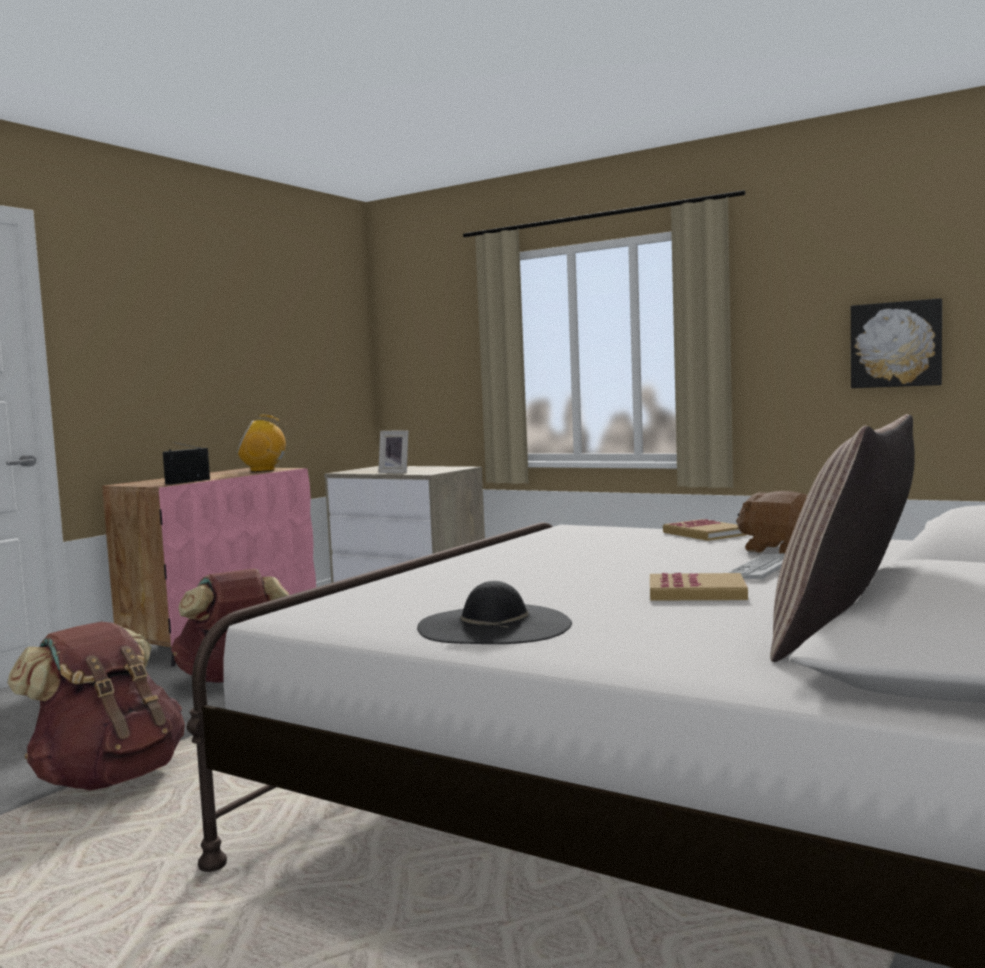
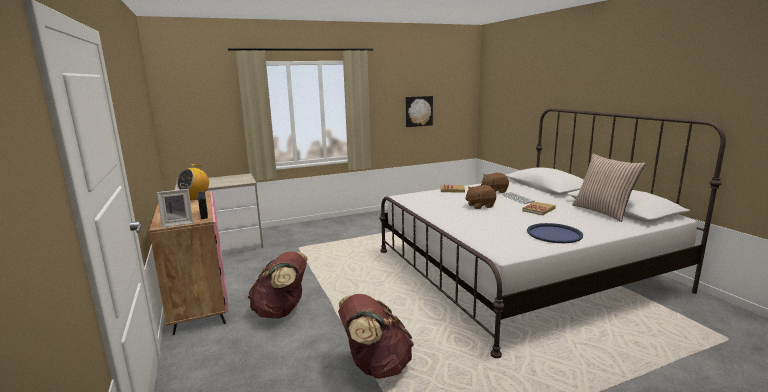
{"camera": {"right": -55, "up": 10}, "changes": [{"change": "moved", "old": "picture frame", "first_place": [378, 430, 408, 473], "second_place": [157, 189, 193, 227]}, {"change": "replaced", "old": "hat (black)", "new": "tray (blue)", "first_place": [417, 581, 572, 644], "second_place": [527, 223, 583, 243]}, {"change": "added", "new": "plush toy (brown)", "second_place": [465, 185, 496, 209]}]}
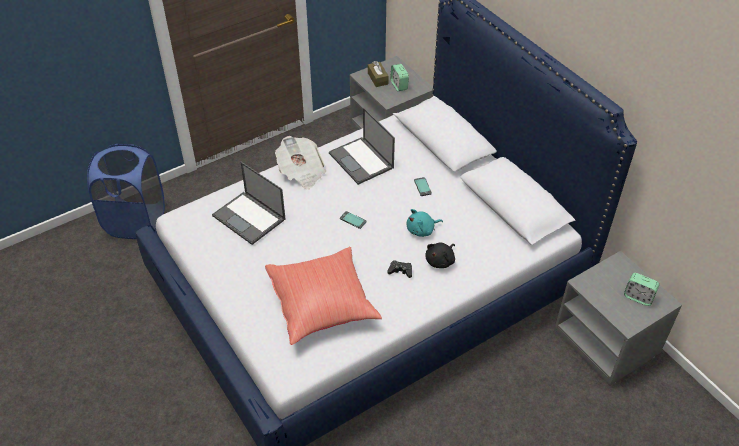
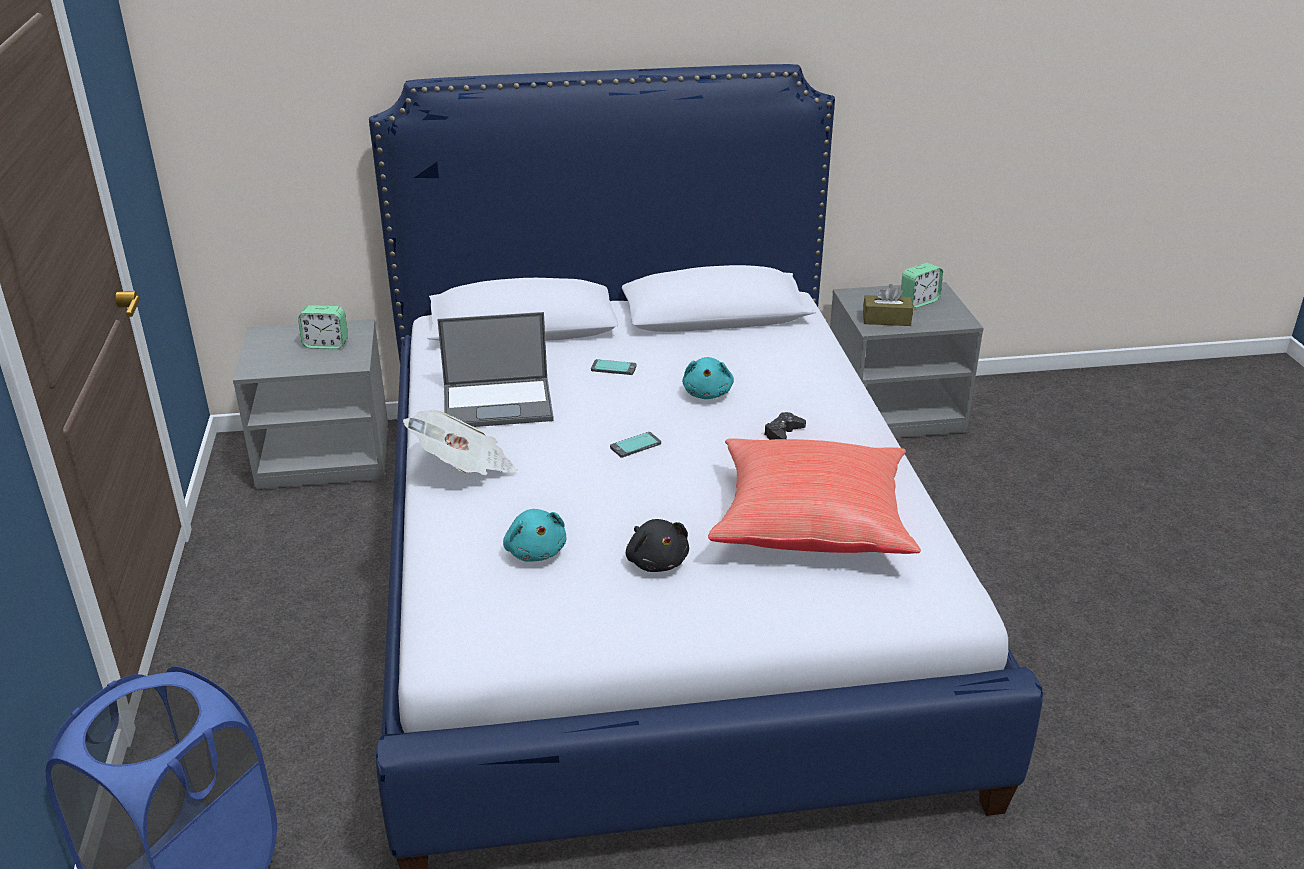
{"camera": {"right": -65, "up": -15}, "changes": [{"change": "moved", "old": "tissue box (brown)", "first_place": [368, 61, 389, 87], "second_place": [863, 284, 913, 326]}, {"change": "replaced", "old": "laptop", "new": "plush toy (turquoise)", "first_place": [212, 162, 286, 245], "second_place": [503, 509, 566, 562]}, {"change": "moved", "old": "plush toy (black)", "first_place": [425, 243, 455, 268], "second_place": [626, 519, 689, 572]}]}
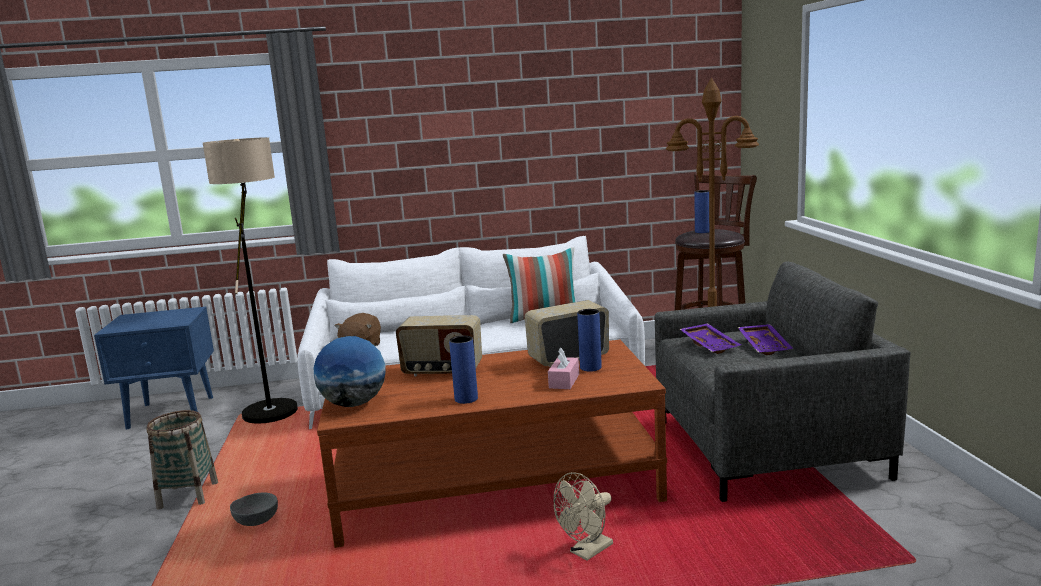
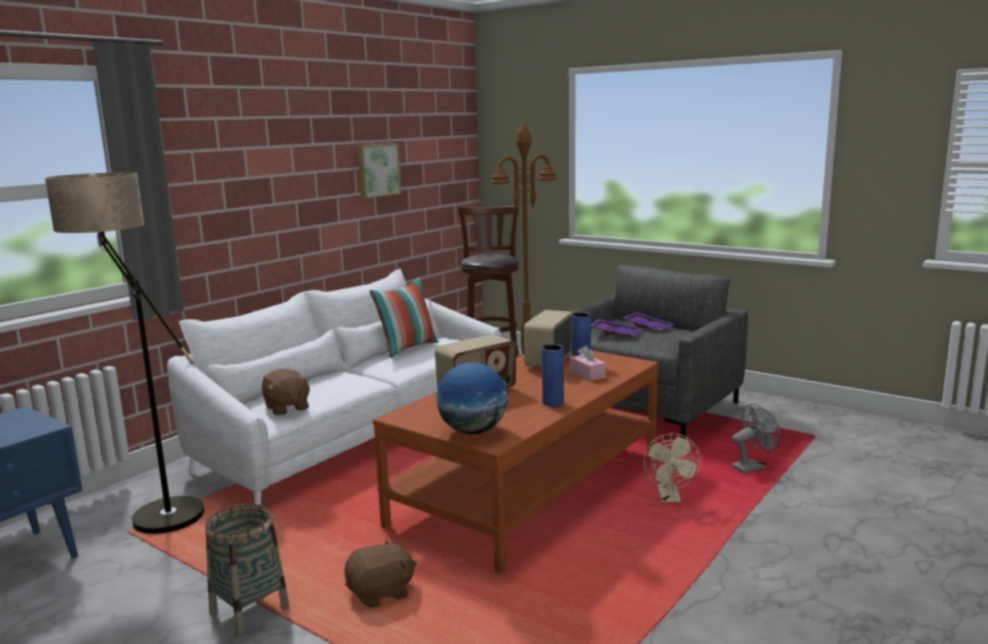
{"camera": {"right": -45, "up": 0}, "changes": [{"change": "removed", "old": "vase (blue)", "first_place": [694, 190, 709, 233]}, {"change": "replaced", "old": "bowl (grey)", "new": "plush toy (brown)", "first_place": [230, 493, 278, 526], "second_place": [344, 539, 416, 608]}, {"change": "added", "new": "picture", "second_place": [357, 143, 401, 199]}, {"change": "added", "new": "fan (grey)", "second_place": [731, 404, 780, 473]}]}
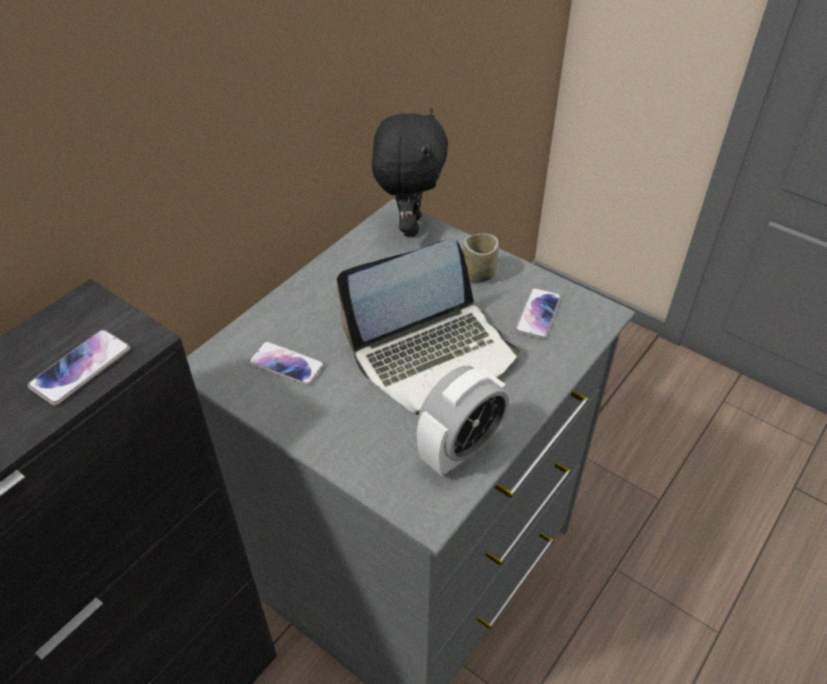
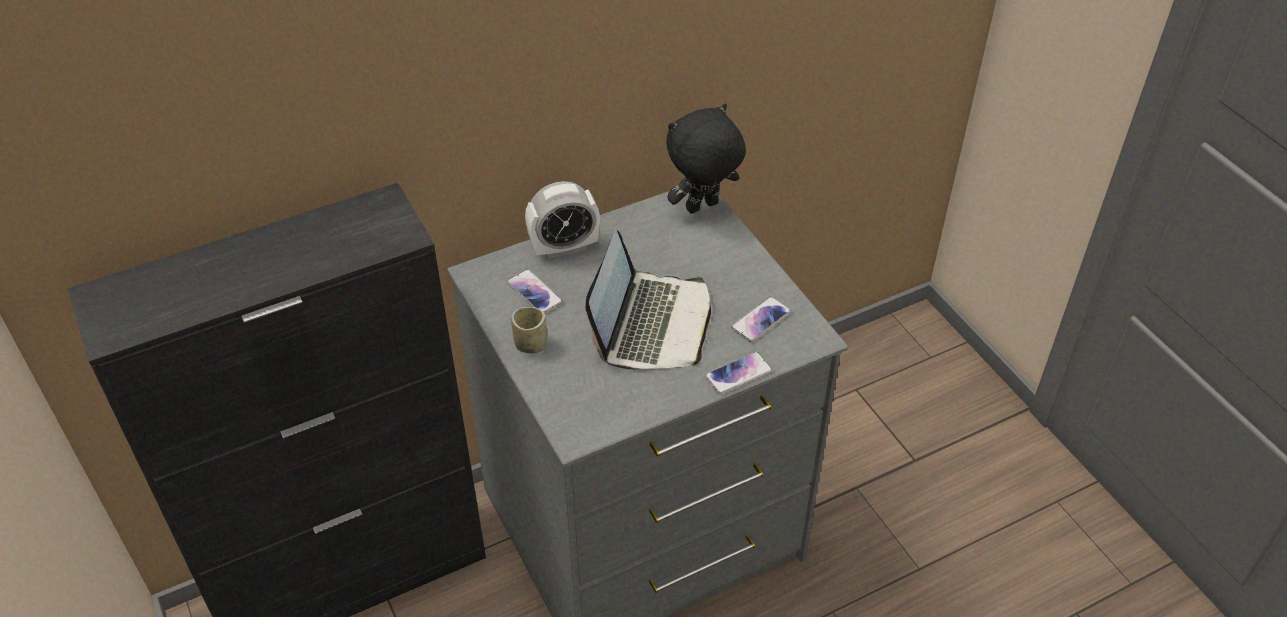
{"camera": {"right": 25, "up": 0}, "changes": [{"change": "turned", "old": "plush toy (black)", "first_place": [372, 108, 448, 237], "second_place": [666, 104, 746, 214], "degrees": -150}, {"change": "moved", "old": "cup", "first_place": [463, 234, 499, 283], "second_place": [511, 307, 547, 353]}, {"change": "turned", "old": "laptop", "first_place": [337, 239, 521, 415], "second_place": [586, 230, 711, 370], "degrees": -75}, {"change": "moved", "old": "phone", "first_place": [28, 330, 131, 406], "second_place": [705, 352, 772, 395]}, {"change": "moved", "old": "alarm clock", "first_place": [417, 366, 509, 476], "second_place": [525, 181, 600, 259]}]}
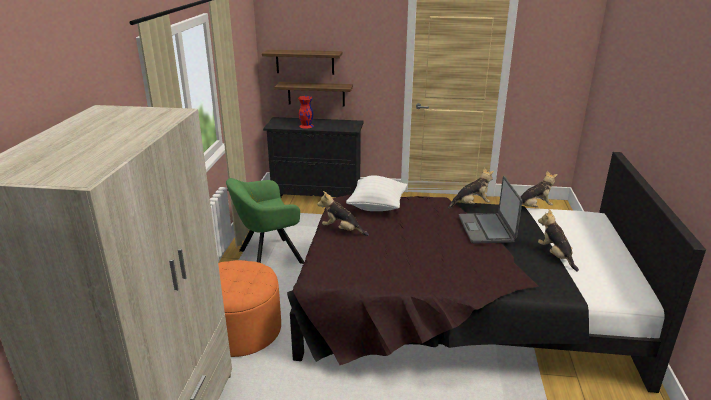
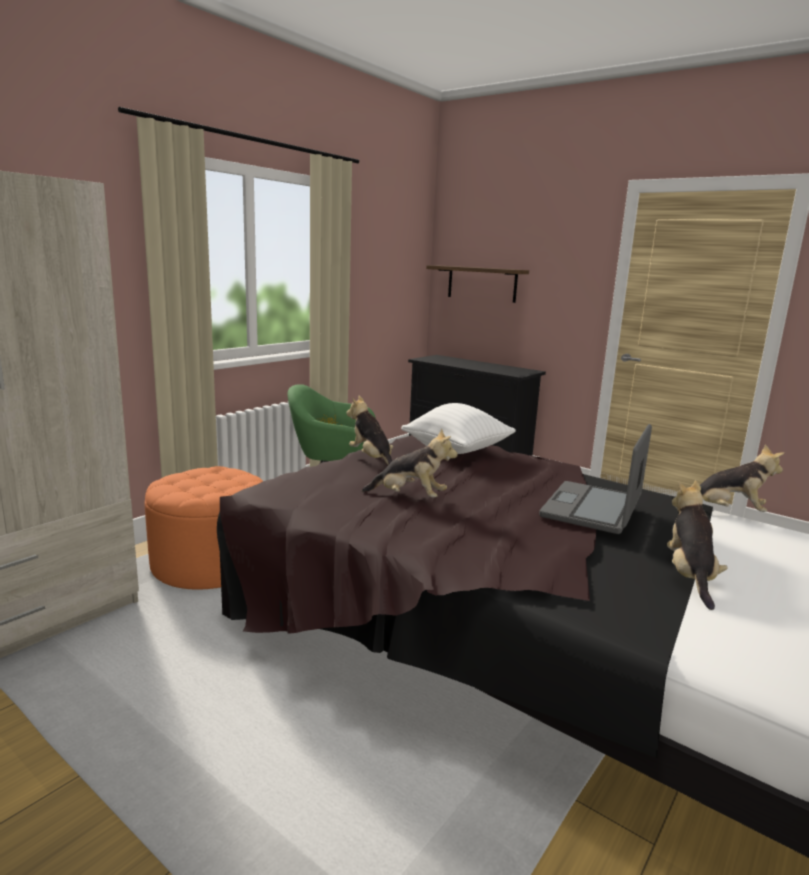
{"camera": {"right": 30, "up": -10}, "changes": [{"change": "removed", "old": "shelf", "first_place": [275, 82, 353, 107]}, {"change": "removed", "old": "vase (red)", "first_place": [298, 96, 314, 128]}, {"change": "moved", "old": "plush toy", "first_place": [448, 168, 494, 209], "second_place": [362, 428, 458, 498]}]}
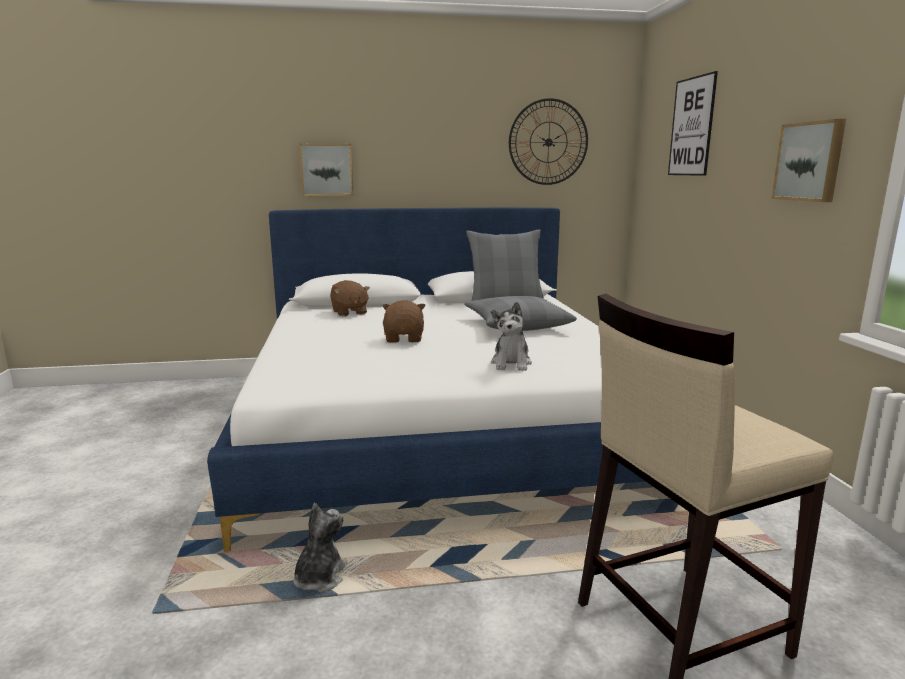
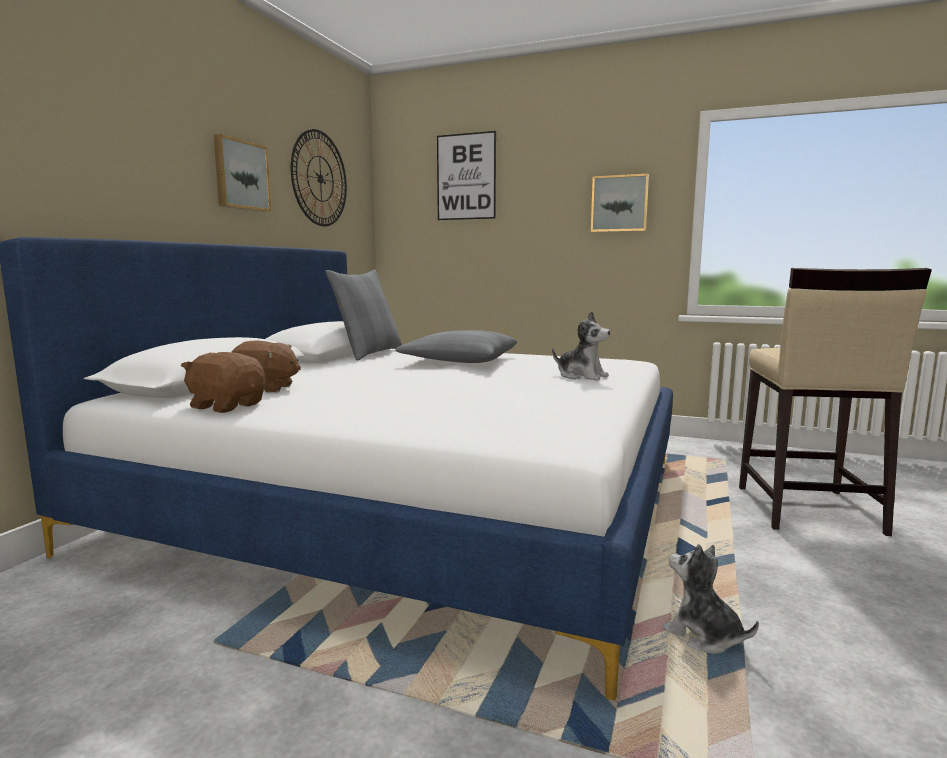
{"camera": {"right": -60, "up": -5}, "changes": [{"change": "moved", "old": "picture", "first_place": [299, 143, 354, 196], "second_place": [214, 134, 271, 212]}, {"change": "moved", "old": "plush toy (brown)", "first_place": [382, 300, 426, 343], "second_place": [181, 352, 265, 413]}]}
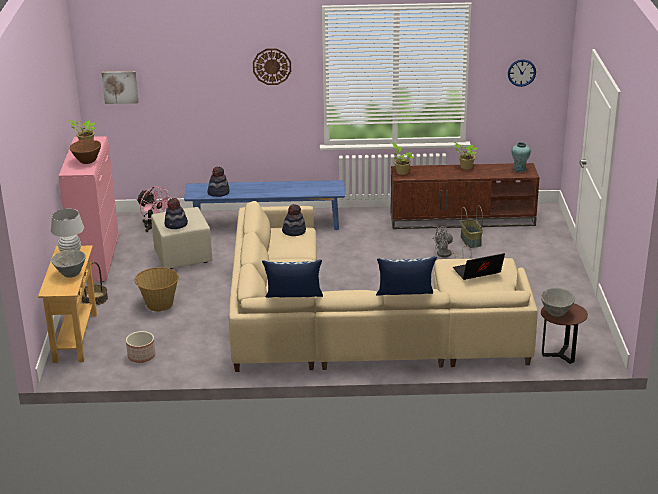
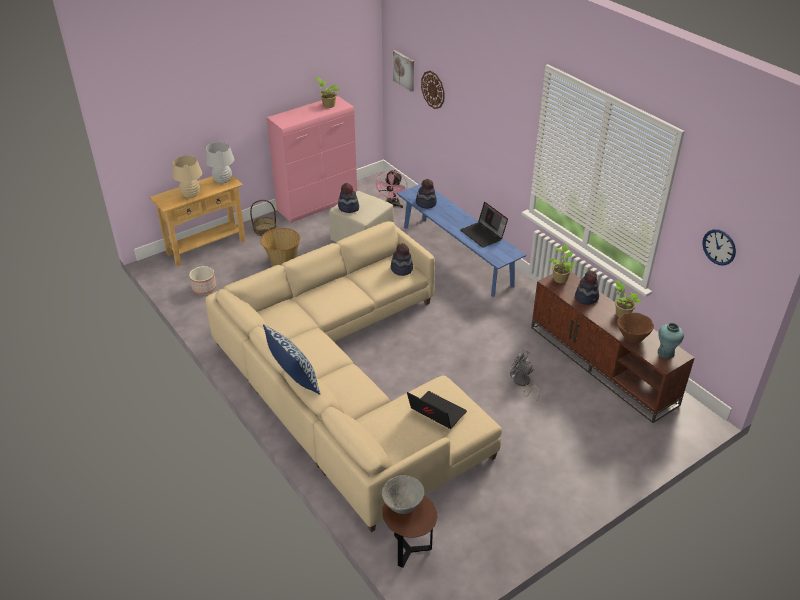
{"camera": {"right": 55, "up": 10}, "changes": [{"change": "moved", "old": "wall clock", "first_place": [253, 48, 291, 85], "second_place": [421, 71, 445, 109]}, {"change": "moved", "old": "bowl (brown)", "first_place": [70, 139, 101, 164], "second_place": [617, 313, 654, 343]}, {"change": "removed", "old": "basket", "first_place": [461, 205, 483, 248]}, {"change": "replaced", "old": "bowl (grey)", "new": "table lamp (beige)", "first_place": [51, 250, 86, 278], "second_place": [172, 155, 202, 198]}, {"change": "removed", "old": "pillow", "first_place": [262, 259, 323, 298]}, {"change": "added", "new": "laptop", "second_place": [460, 202, 508, 248]}, {"change": "added", "new": "hat", "second_place": [575, 270, 599, 305]}]}
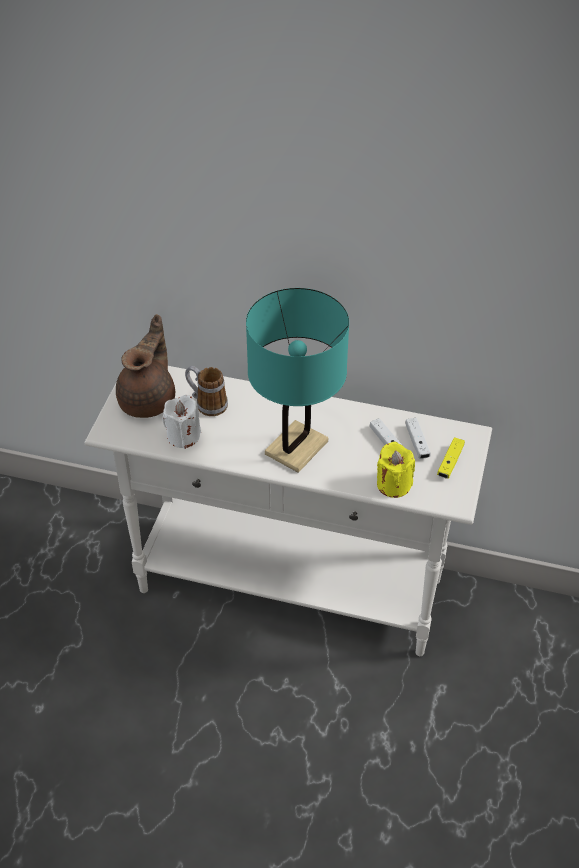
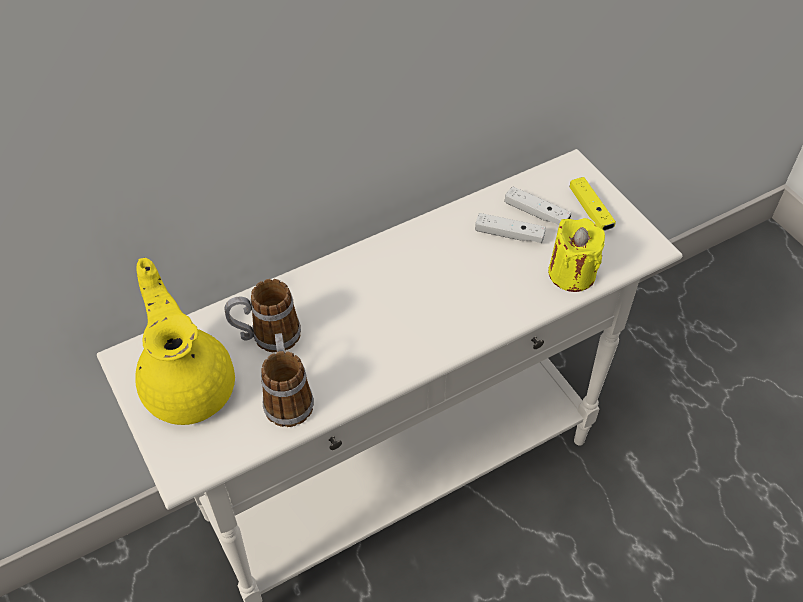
{"camera": {"right": -45, "up": 5}, "changes": [{"change": "removed", "old": "table lamp (turquoise)", "first_place": [246, 288, 349, 473]}, {"change": "recoloured", "old": "teapot (brown)", "new": "teapot (yellow)", "first_place": [116, 314, 175, 418], "second_place": [135, 258, 235, 425]}, {"change": "replaced", "old": "candle (white)", "new": "mug", "first_place": [162, 395, 201, 449], "second_place": [261, 333, 314, 427]}]}
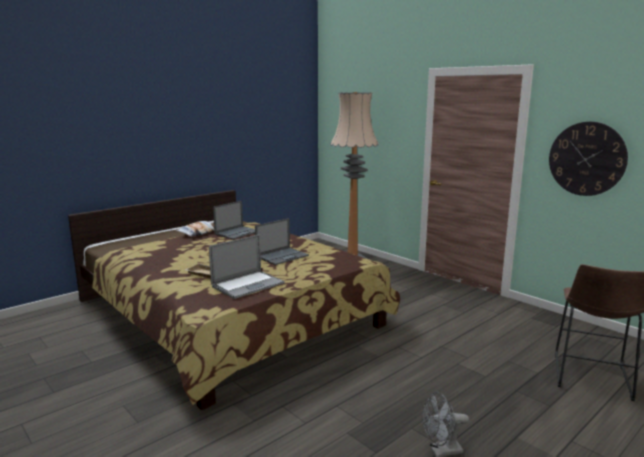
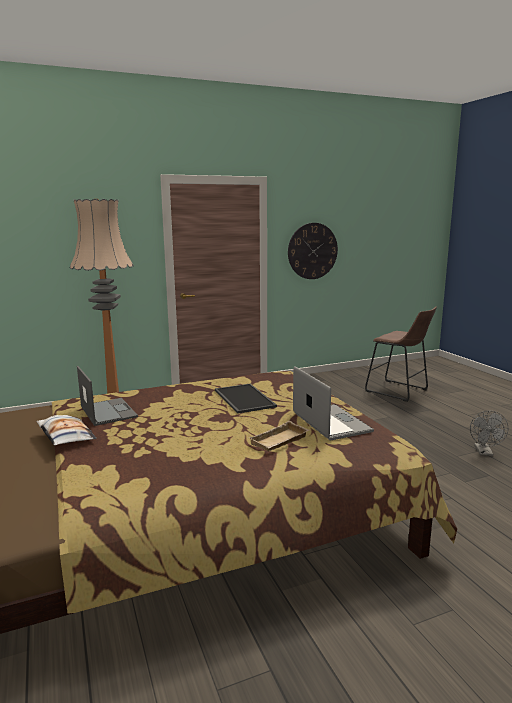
{"camera": {"right": -70, "up": 0}, "changes": [{"change": "replaced", "old": "laptop", "new": "tray", "first_place": [255, 218, 309, 265], "second_place": [215, 384, 277, 414]}]}
